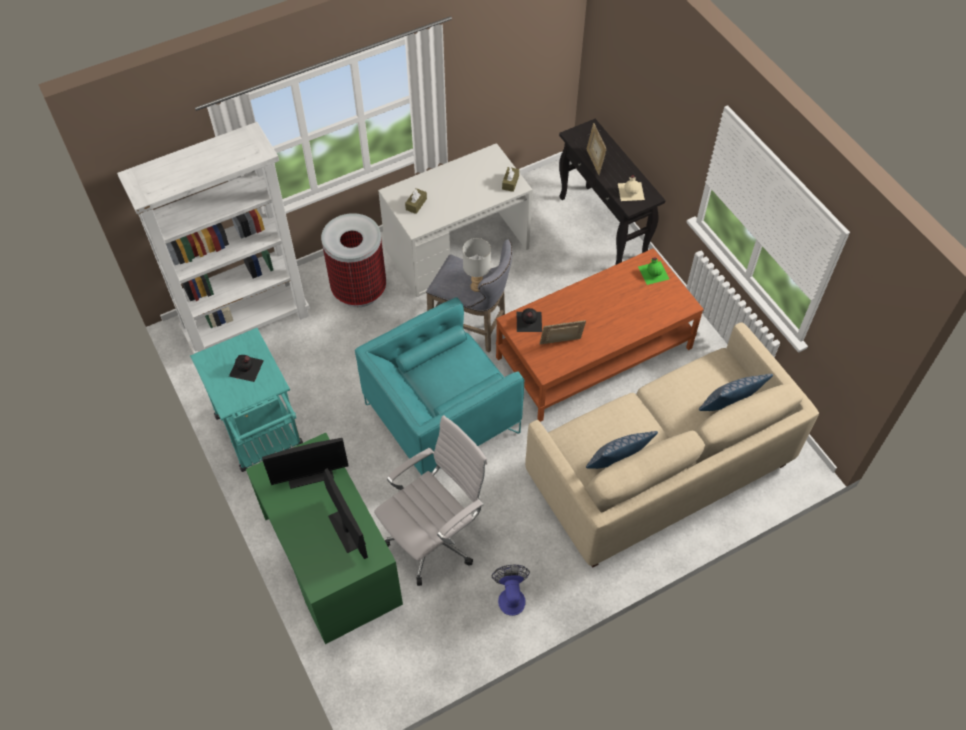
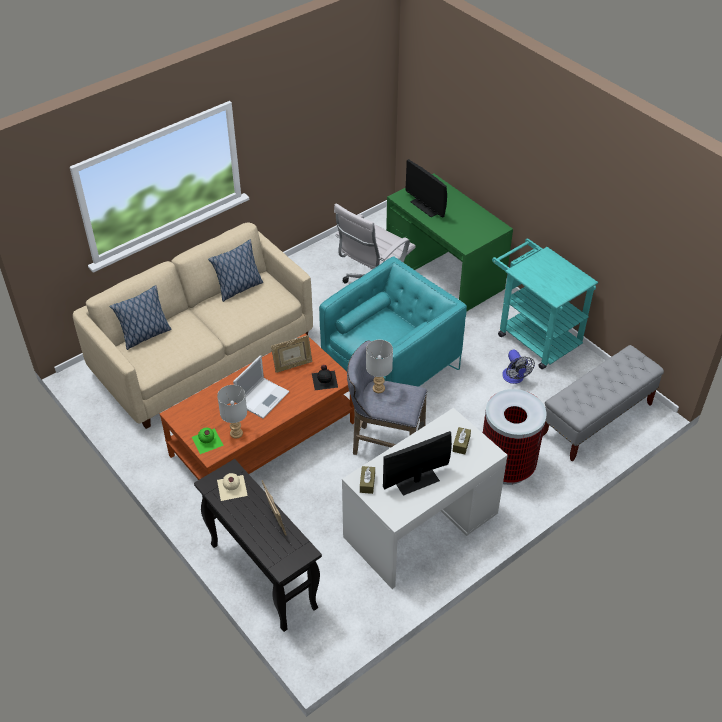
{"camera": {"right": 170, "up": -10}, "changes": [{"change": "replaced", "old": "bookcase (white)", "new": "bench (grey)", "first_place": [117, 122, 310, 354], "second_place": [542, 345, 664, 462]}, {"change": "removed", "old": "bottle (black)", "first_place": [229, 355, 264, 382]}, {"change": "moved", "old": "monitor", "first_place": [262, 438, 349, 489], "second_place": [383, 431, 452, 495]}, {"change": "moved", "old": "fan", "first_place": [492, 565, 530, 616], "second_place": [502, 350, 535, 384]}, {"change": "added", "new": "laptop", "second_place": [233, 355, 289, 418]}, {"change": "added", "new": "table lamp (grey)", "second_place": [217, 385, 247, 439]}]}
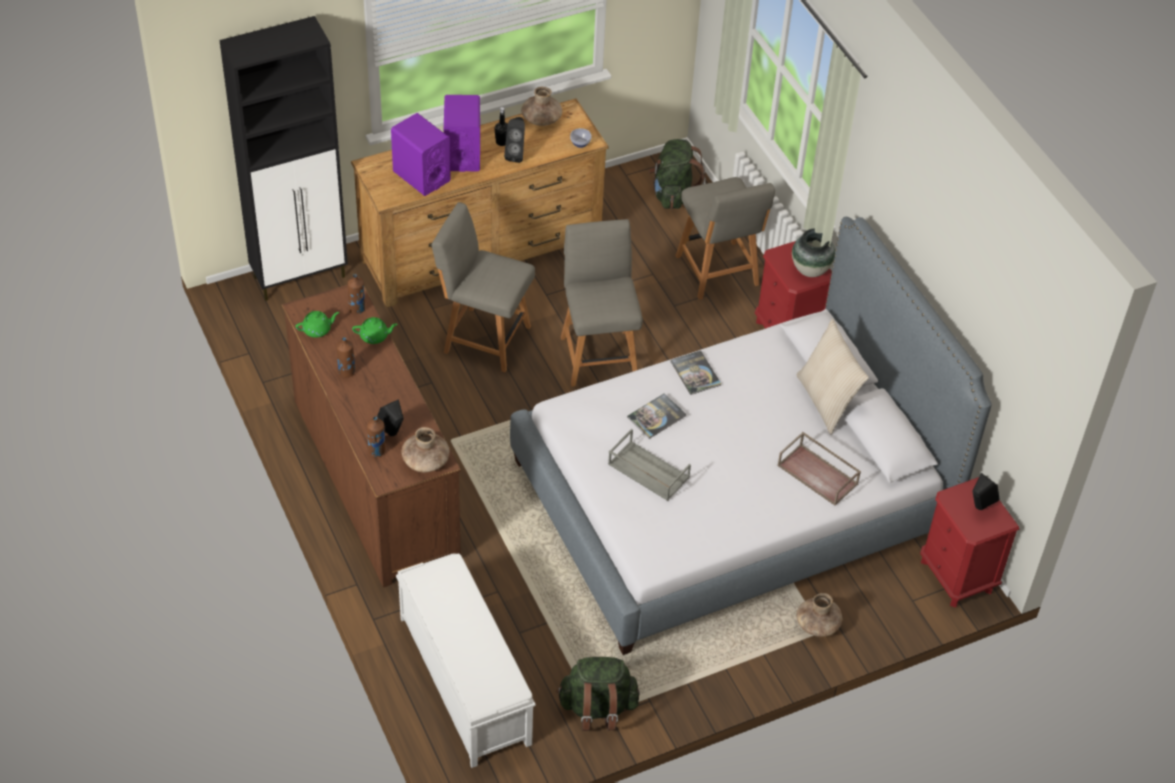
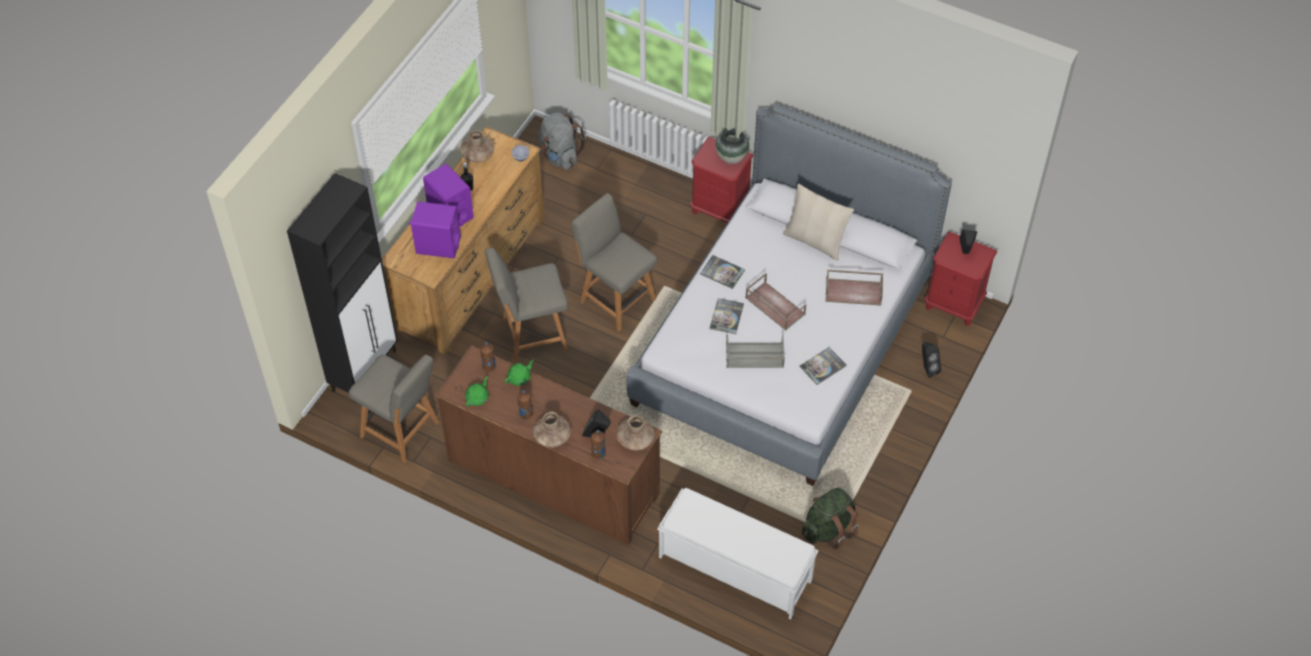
{"camera": {"right": -35, "up": 5}, "changes": [{"change": "moved", "old": "speaker (black)", "first_place": [504, 117, 525, 163], "second_place": [922, 342, 941, 378]}, {"change": "recoloured", "old": "backpack (green)", "new": "backpack (grey)", "first_place": [649, 139, 706, 209], "second_place": [539, 113, 586, 170]}, {"change": "moved", "old": "chair (grey)", "first_place": [675, 177, 775, 300], "second_place": [349, 354, 439, 463]}, {"change": "moved", "old": "vase (brown)", "first_place": [797, 593, 842, 637], "second_place": [533, 412, 571, 448]}, {"change": "added", "new": "tray (brown)", "second_place": [745, 273, 806, 330]}, {"change": "added", "new": "book", "second_place": [800, 347, 846, 385]}]}
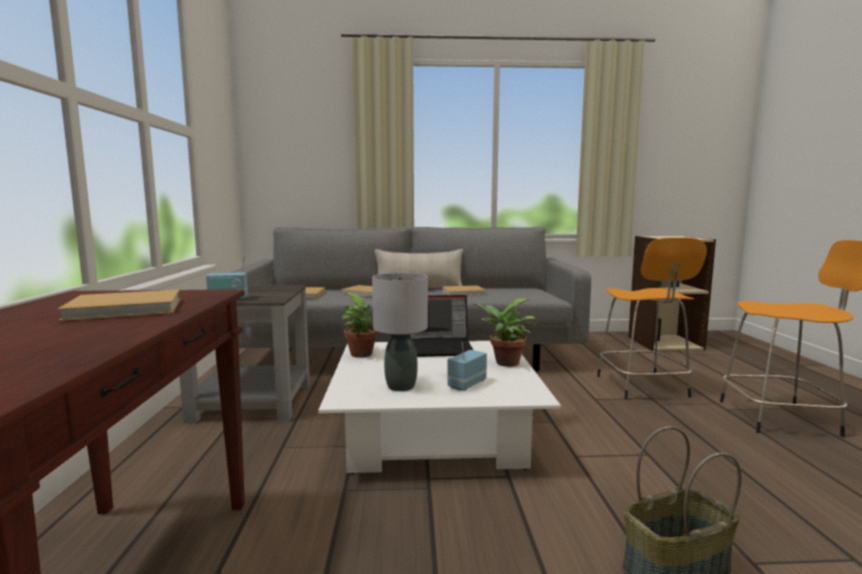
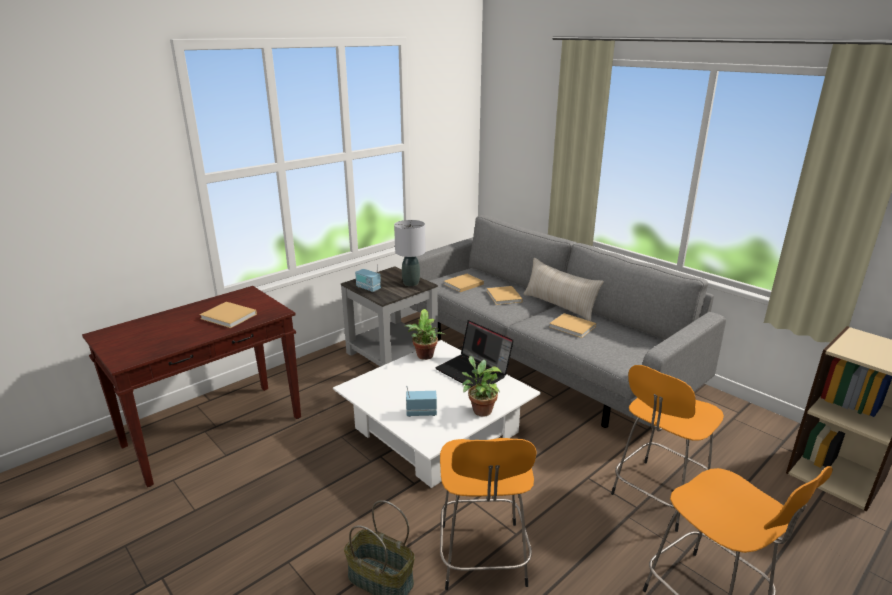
{"camera": {"right": 50, "up": 15}, "changes": [{"change": "moved", "old": "table lamp (grey)", "first_place": [372, 273, 428, 391], "second_place": [394, 220, 426, 286]}, {"change": "added", "new": "stool (orange)", "second_place": [440, 438, 536, 590]}]}
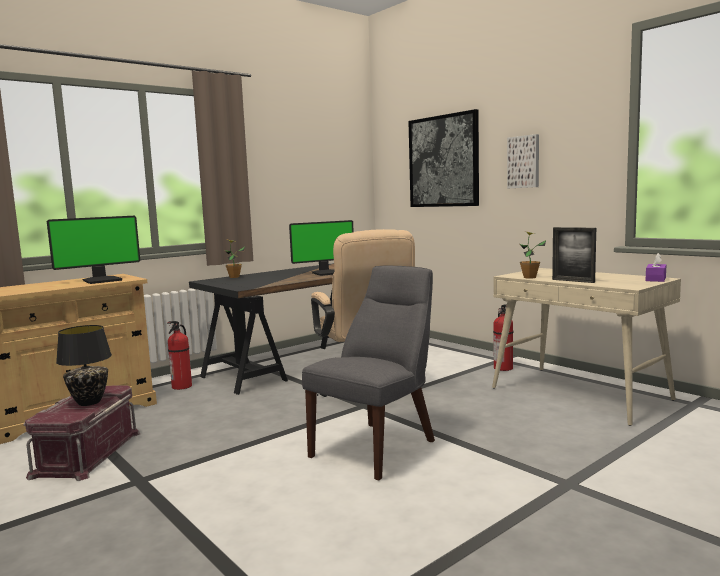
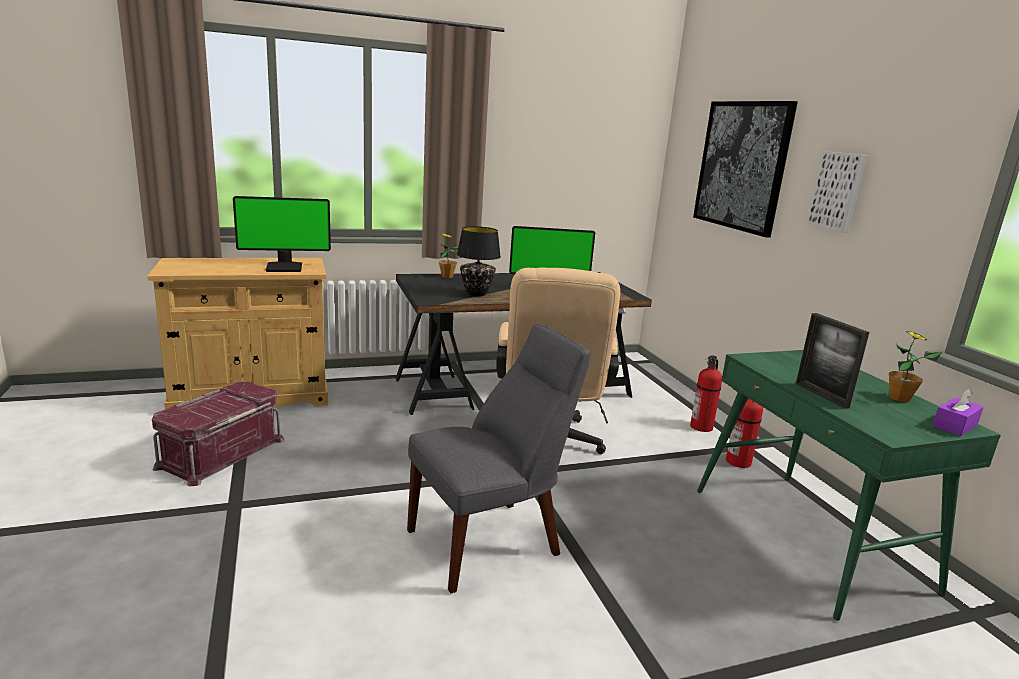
{"camera": {"right": 20, "up": 10}, "changes": [{"change": "moved", "old": "potted plant", "first_place": [519, 231, 546, 279], "second_place": [889, 331, 942, 402]}, {"change": "recoloured", "old": "desk (beige)", "new": "desk (green)", "first_place": [492, 268, 681, 426], "second_place": [697, 350, 1001, 621]}, {"change": "moved", "old": "fire extinguisher", "first_place": [167, 321, 192, 390], "second_place": [690, 355, 722, 432]}, {"change": "moved", "old": "table lamp (black)", "first_place": [56, 325, 112, 406], "second_place": [457, 226, 501, 296]}]}
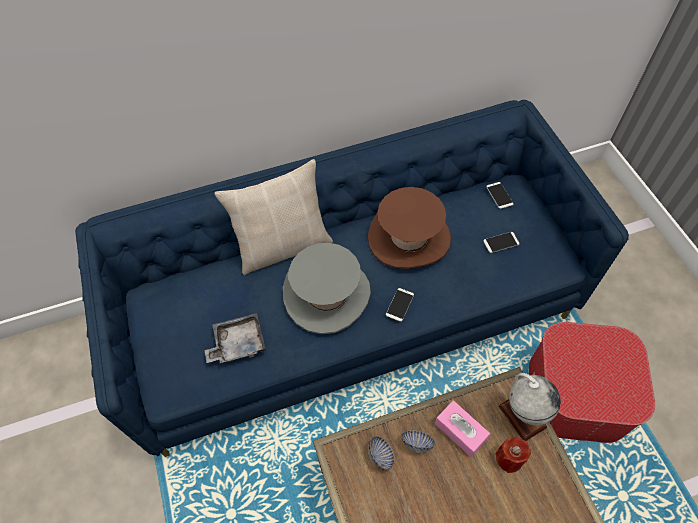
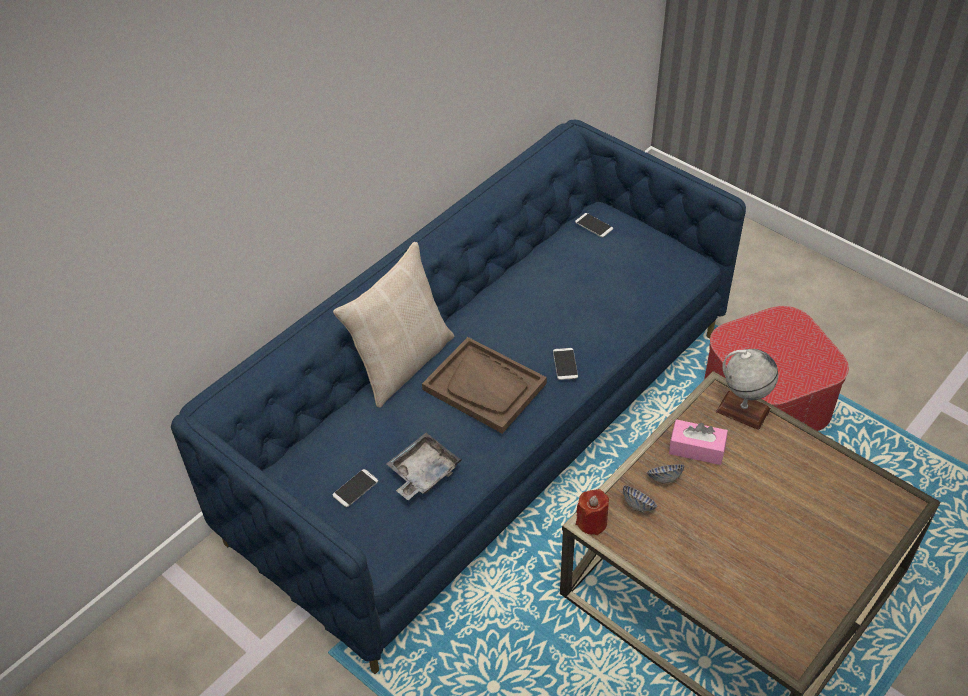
{"camera": {"right": -30, "up": -10}, "changes": [{"change": "removed", "old": "hat (brown)", "first_place": [368, 187, 451, 269]}, {"change": "moved", "old": "phone", "first_place": [483, 232, 520, 253], "second_place": [333, 469, 378, 507]}, {"change": "replaced", "old": "hat (grey)", "new": "tray (brown)", "first_place": [283, 243, 371, 334], "second_place": [422, 337, 547, 434]}, {"change": "moved", "old": "candle (red)", "first_place": [495, 437, 531, 473], "second_place": [576, 489, 609, 535]}]}
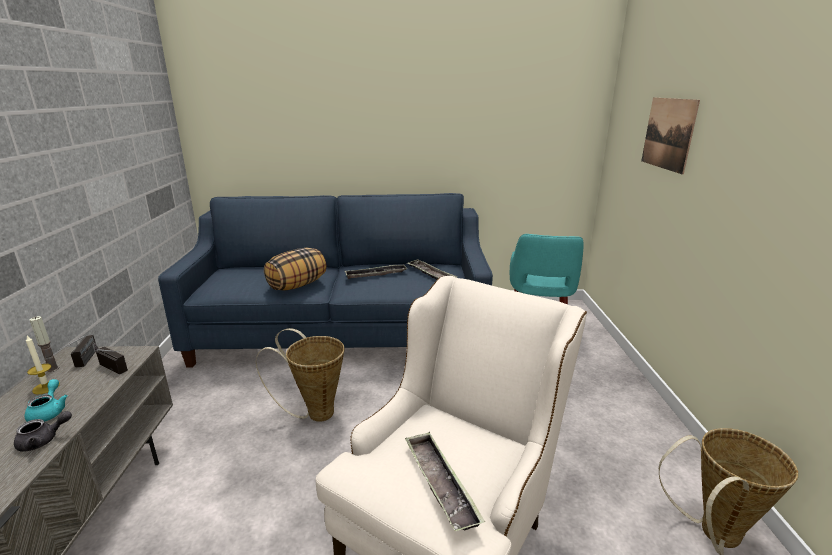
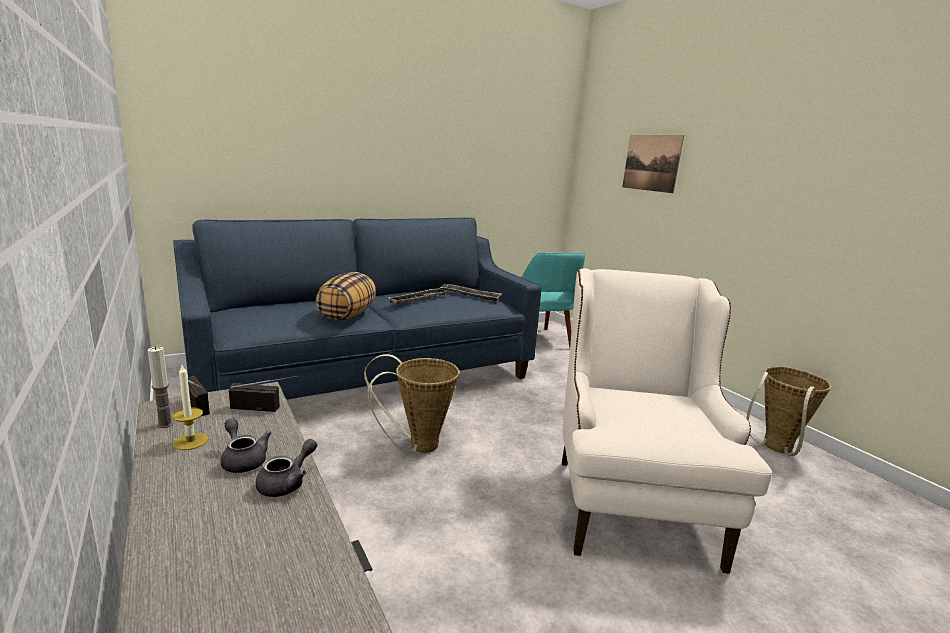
{"camera": {"right": -30, "up": -5}, "changes": [{"change": "recoloured", "old": "teapot (turquoise)", "new": "teapot (grey)", "first_place": [25, 379, 68, 422], "second_place": [220, 418, 271, 473]}, {"change": "removed", "old": "tray", "first_place": [405, 432, 485, 531]}]}
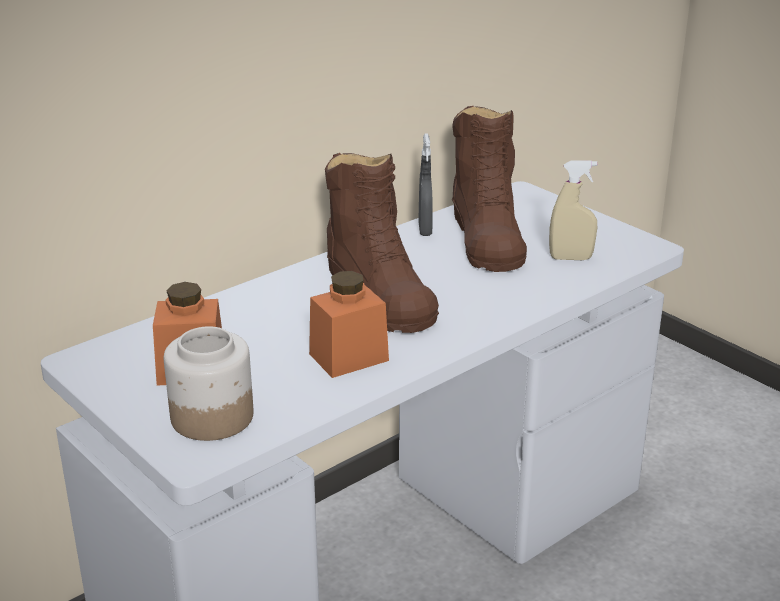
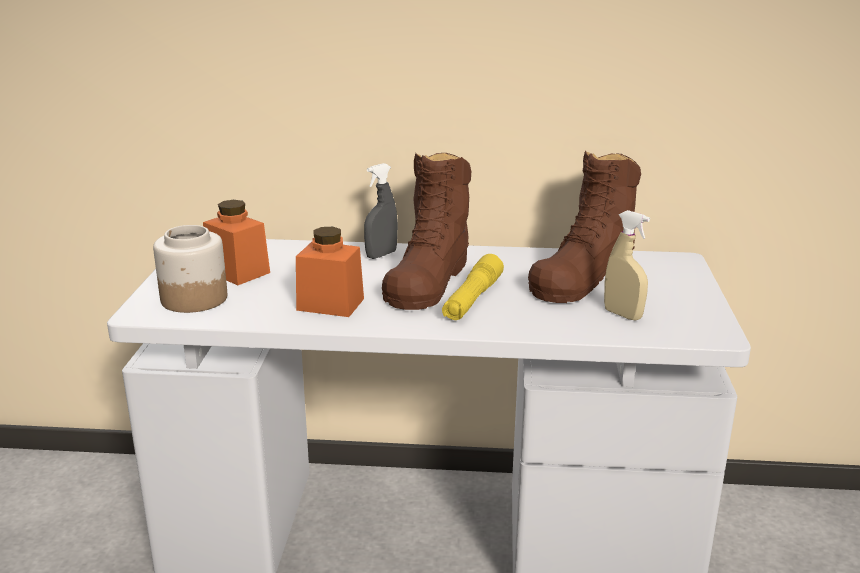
{"camera": {"right": 45, "up": -5}, "changes": [{"change": "moved", "old": "spray bottle (grey)", "first_place": [418, 133, 433, 236], "second_place": [364, 163, 398, 259]}, {"change": "added", "new": "flashlight (yellow)", "second_place": [442, 254, 504, 320]}]}
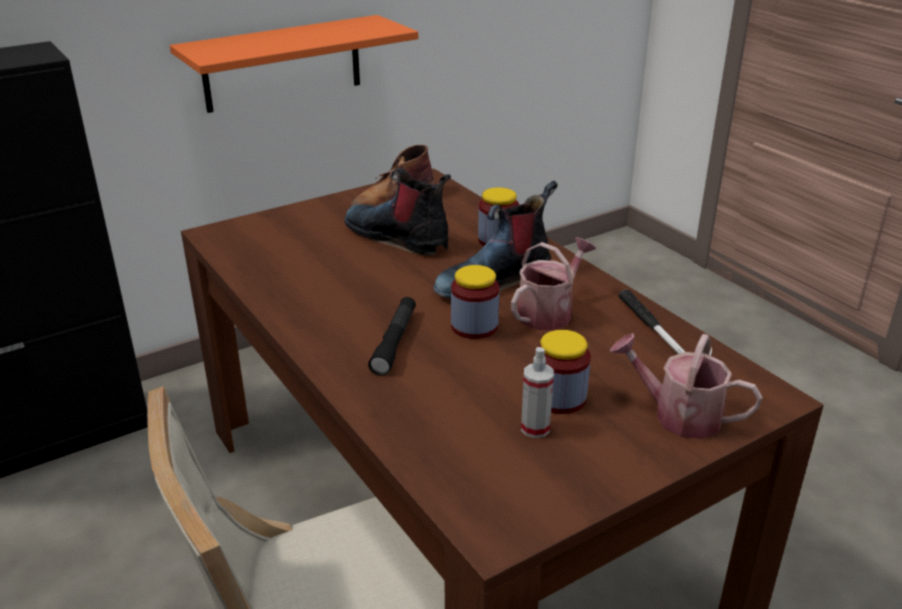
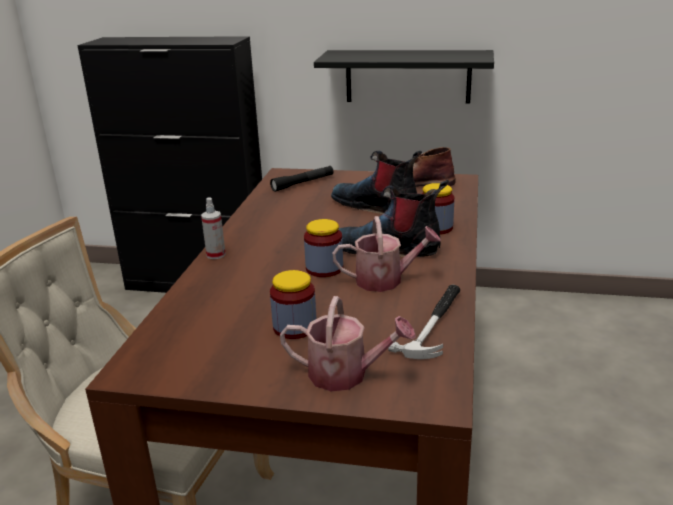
{"camera": {"right": 45, "up": -5}, "changes": [{"change": "recoloured", "old": "shelf (orange)", "new": "shelf (black)", "first_place": [170, 15, 418, 113], "second_place": [314, 50, 494, 104]}, {"change": "turned", "old": "boot", "first_place": [344, 168, 451, 255], "second_place": [331, 151, 422, 214], "degrees": -45}, {"change": "moved", "old": "flashlight (black)", "first_place": [368, 297, 416, 376], "second_place": [270, 166, 333, 192]}, {"change": "turned", "old": "watering can", "first_place": [610, 333, 762, 439], "second_place": [280, 296, 416, 391], "degrees": 120}, {"change": "moved", "old": "spray bottle", "first_place": [521, 347, 554, 438], "second_place": [201, 197, 226, 259]}]}
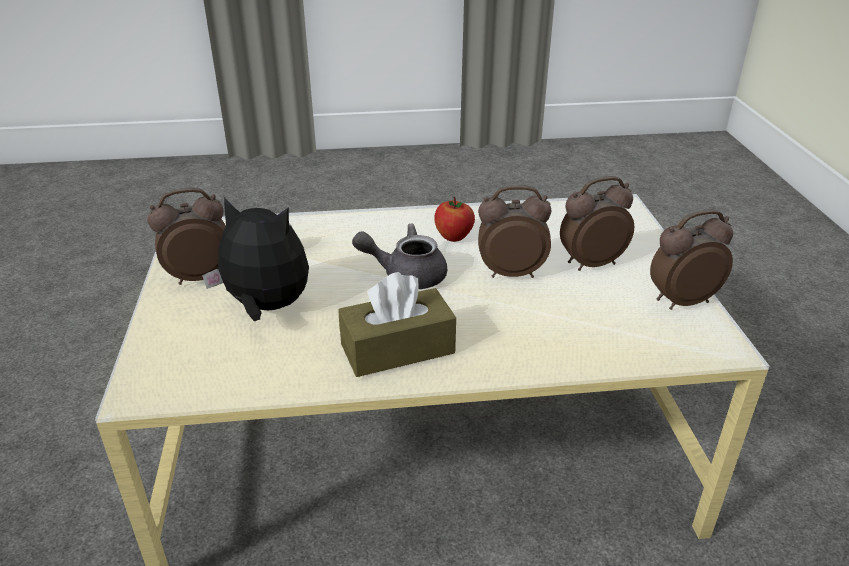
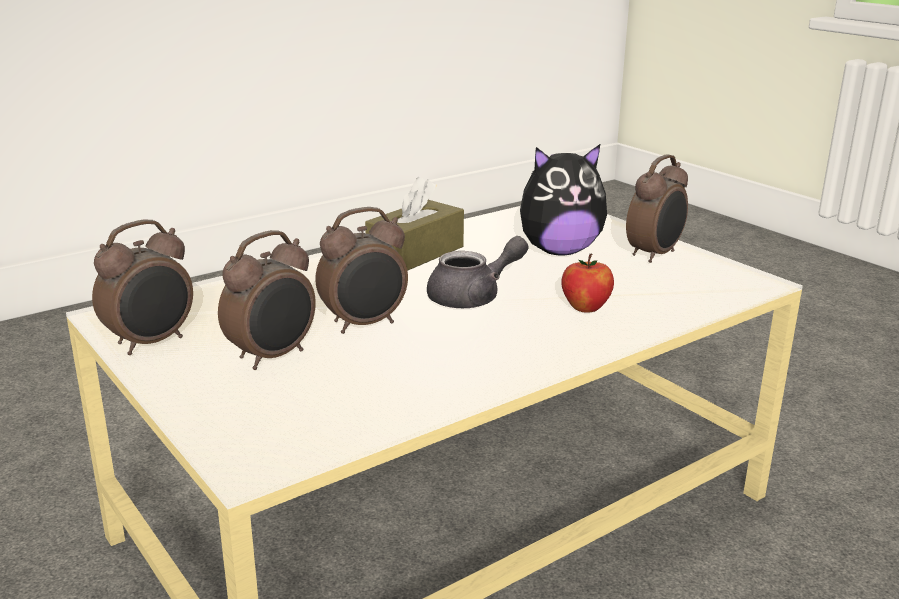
{"camera": {"right": 150, "up": -10}, "changes": [{"change": "moved", "old": "apple", "first_place": [434, 197, 475, 242], "second_place": [561, 254, 614, 313]}]}
